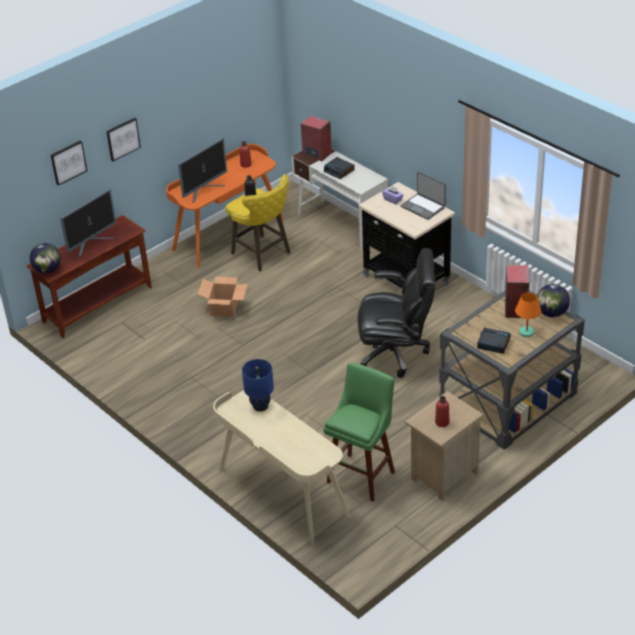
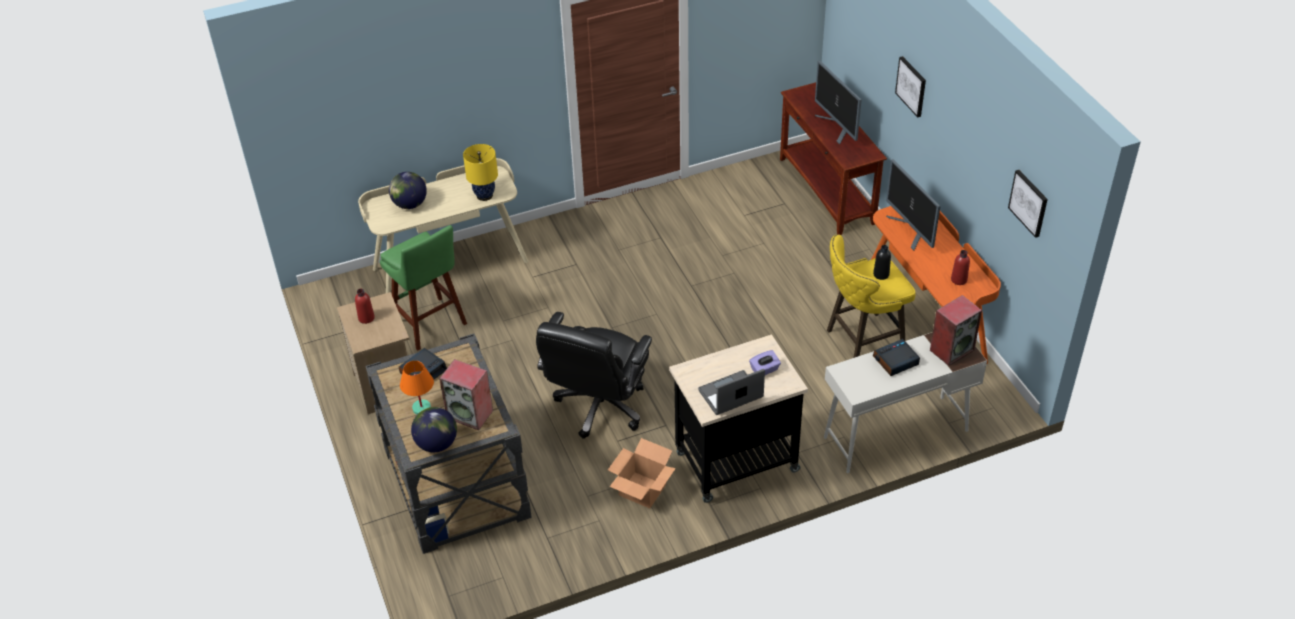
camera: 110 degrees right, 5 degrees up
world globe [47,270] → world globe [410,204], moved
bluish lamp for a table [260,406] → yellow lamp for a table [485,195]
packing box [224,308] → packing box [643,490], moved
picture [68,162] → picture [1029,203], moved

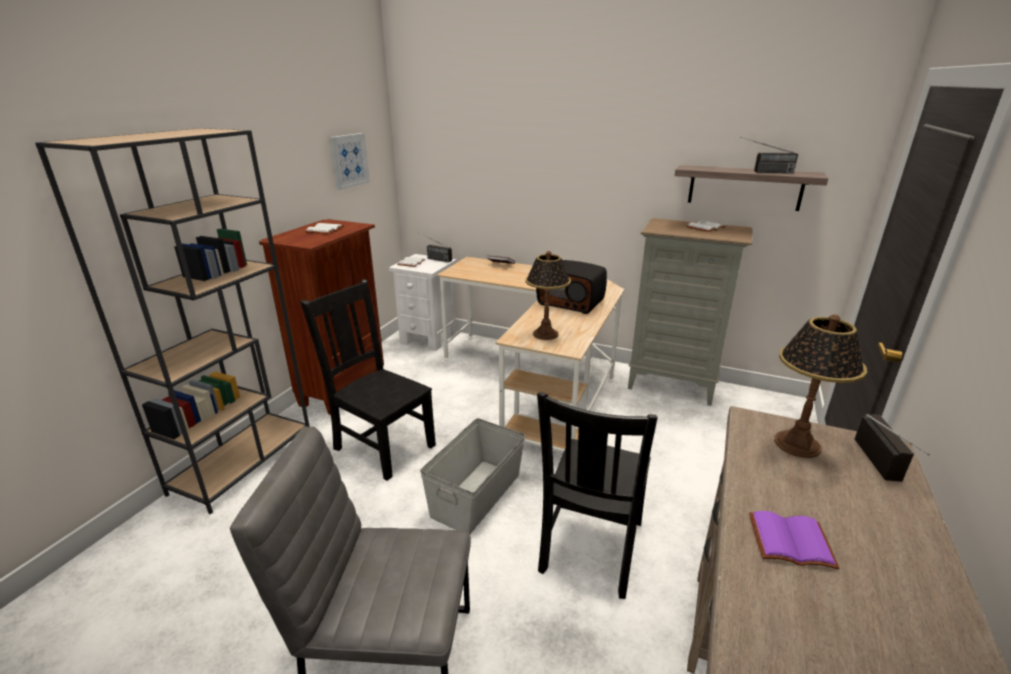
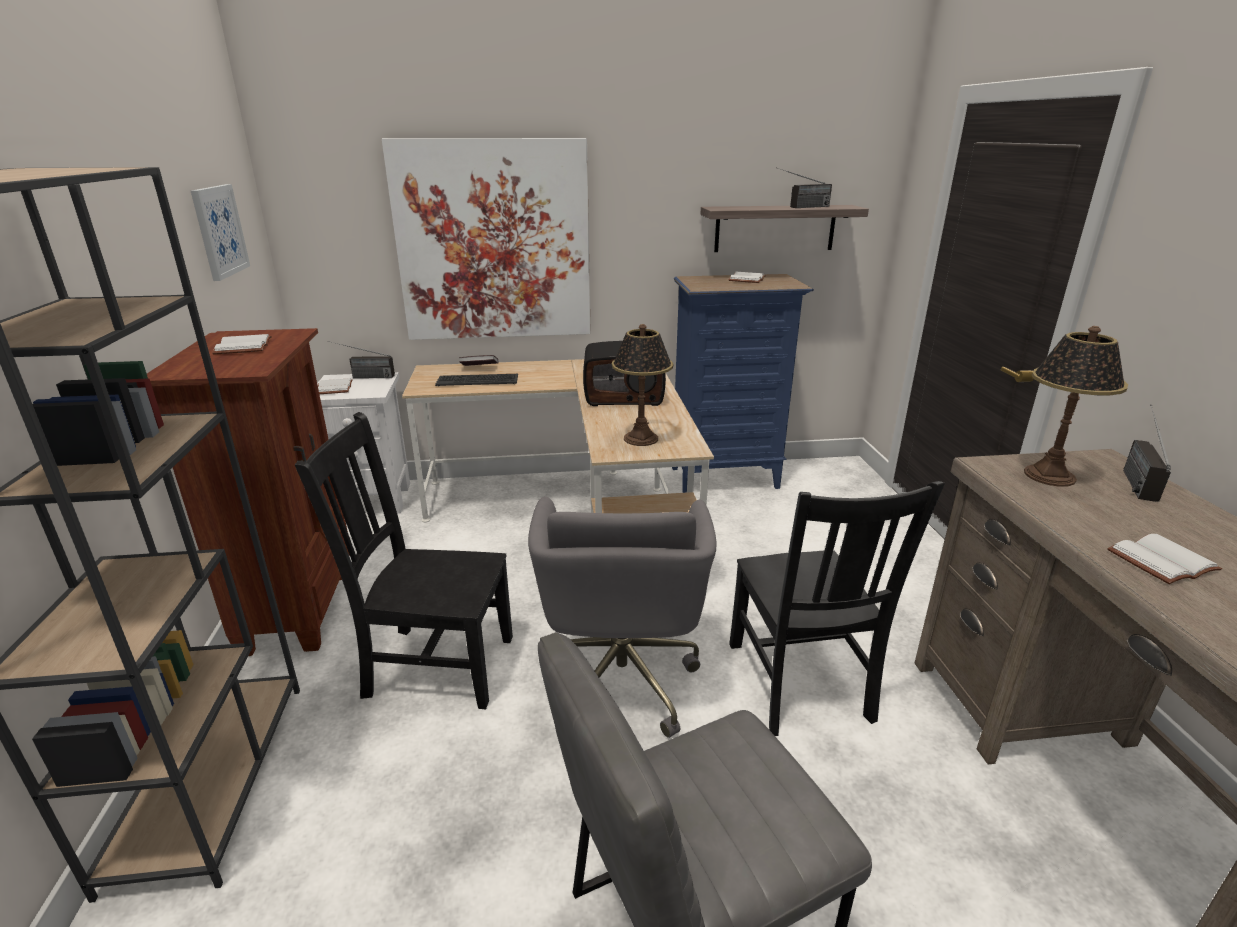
camera: 30 degrees left, 0 degrees up
- → picture [494,242]
- → computer keyboard [477,380]
greyish storage bin [475,495] → greyish office chair [621,678]
greyish dresser [673,386] → bluish dresser [727,479]
purplish volume [790,543] → white-coloured volume [1163,563]
radio receiver [887,471] → radio receiver [1133,477], 135 degrees counterclockwise

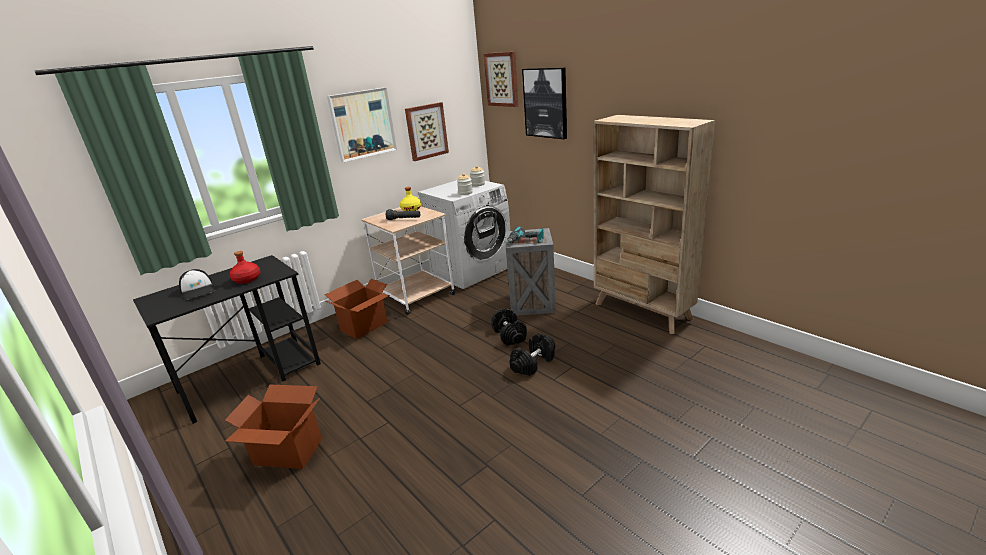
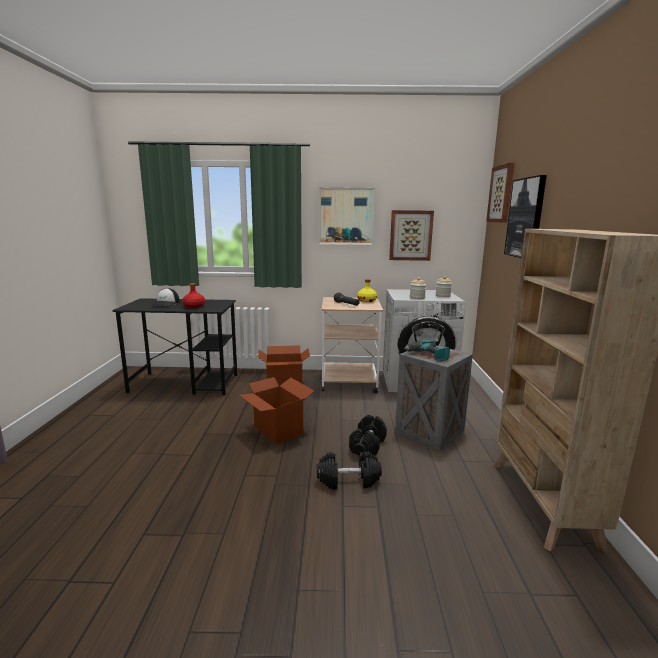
camera: 40 degrees right, 10 degrees down
packing box [288,453] → packing box [277,430], moved

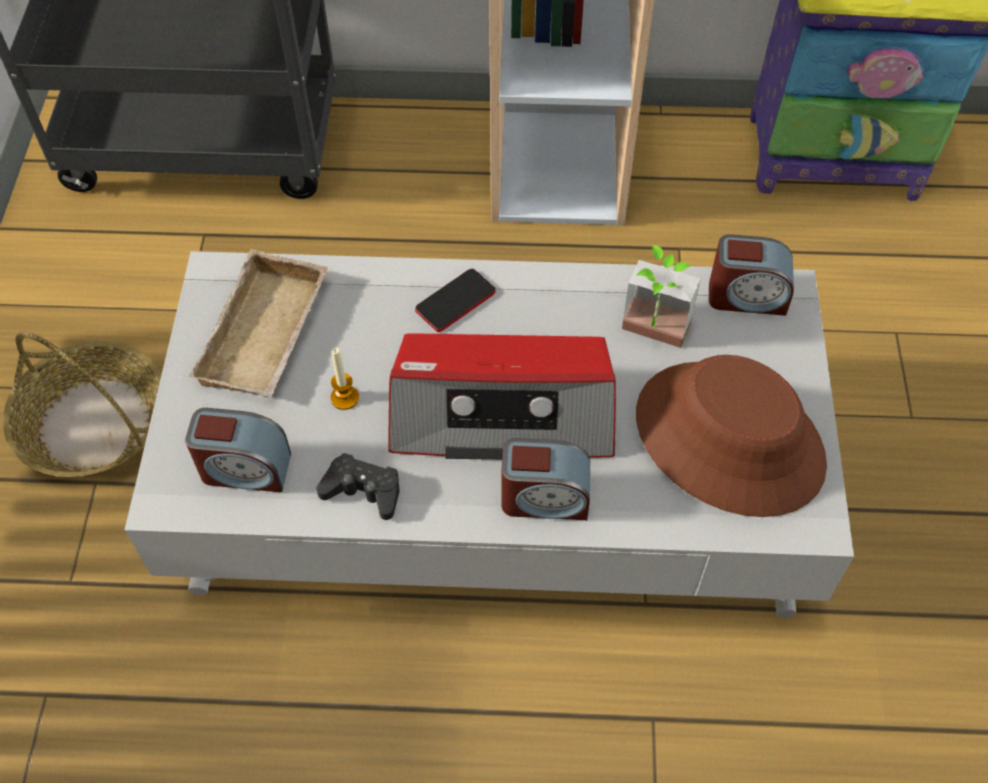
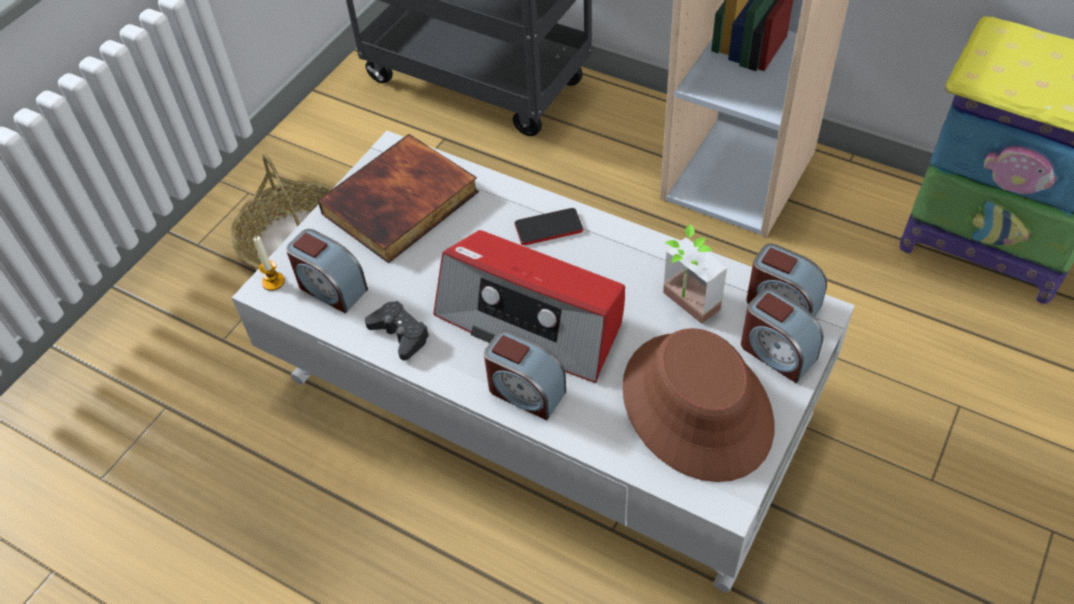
camera: 30 degrees right, 5 degrees down
candle [344,398] → candle [273,282], moved
beige serving tray [267,336] → volume [401,205]
- → bedside clock [776,352]

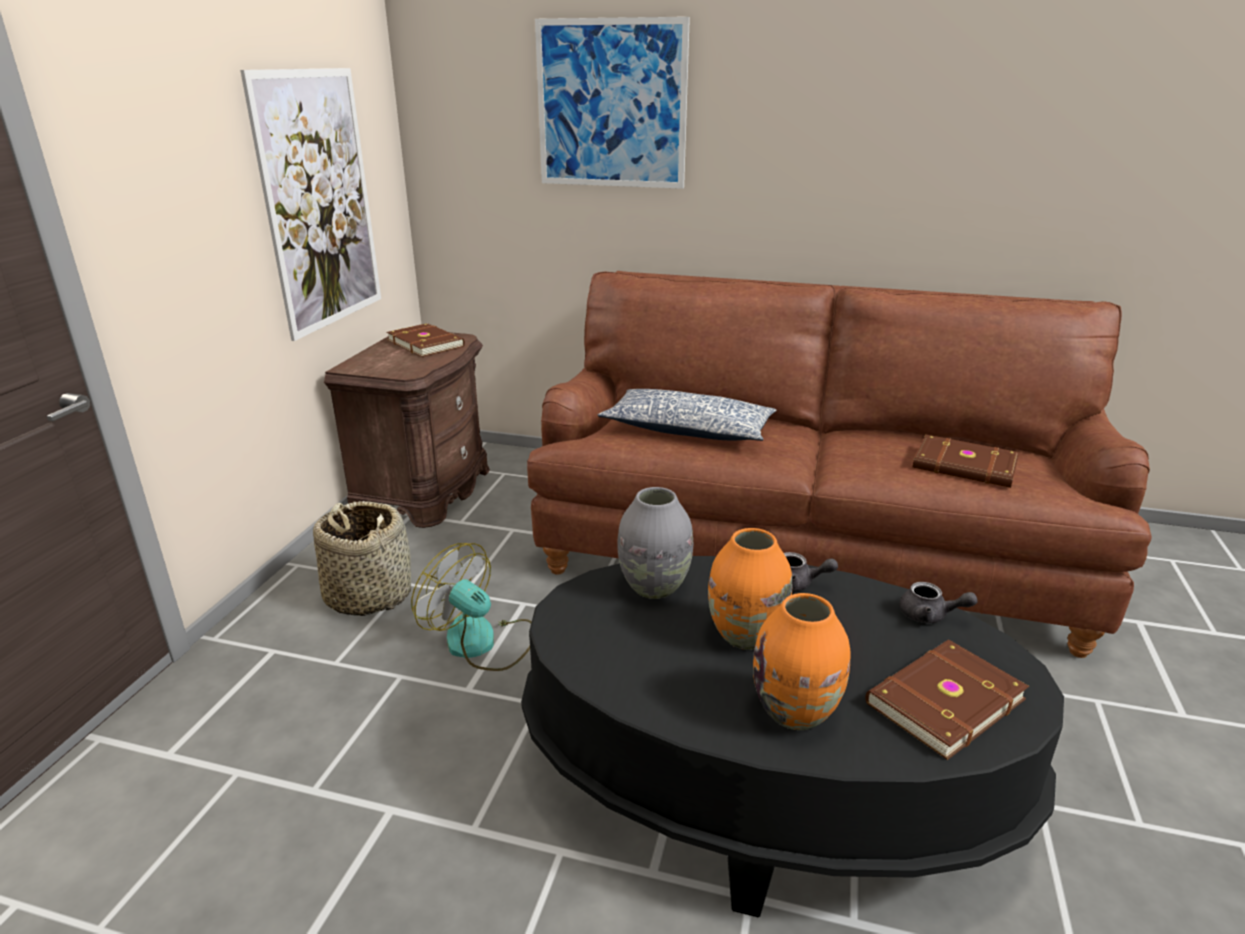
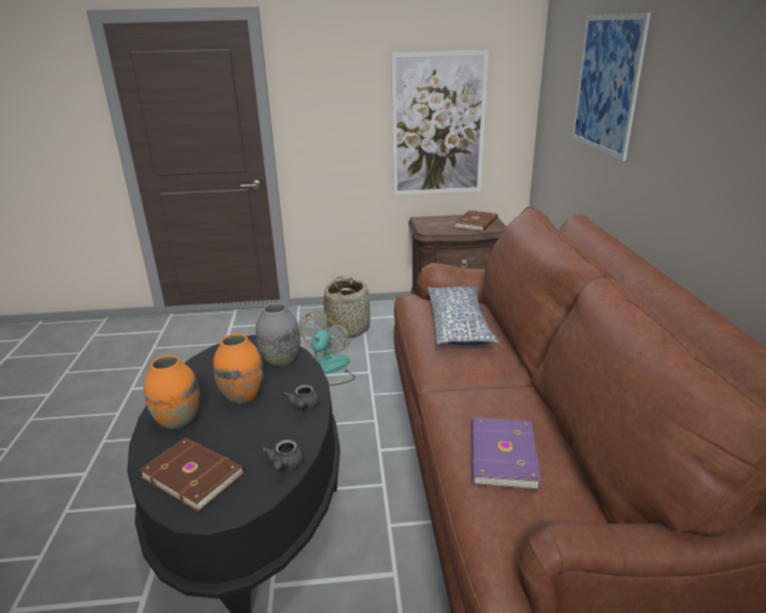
camera: 70 degrees right, 0 degrees up
brown-coloured volume [965,466] → purplish volume [501,456]

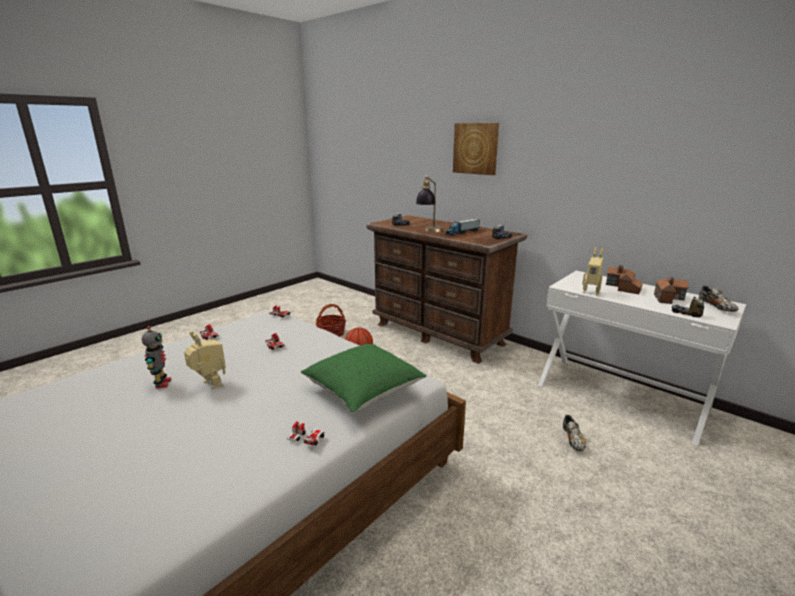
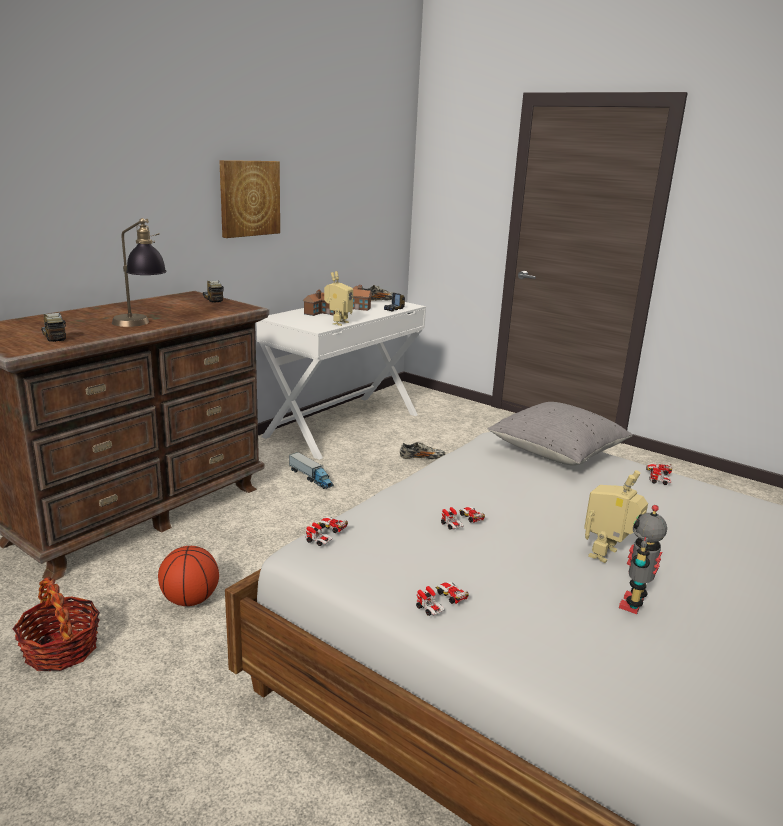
camera: 95 degrees left, 0 degrees up
picture [476,148] → picture [249,198], moved
toy truck [462,232] → toy truck [311,478], moved
greenish cushion [363,391] → greyish cushion [557,453]
model robot [161,384] → model robot [634,605], 45 degrees counterclockwise

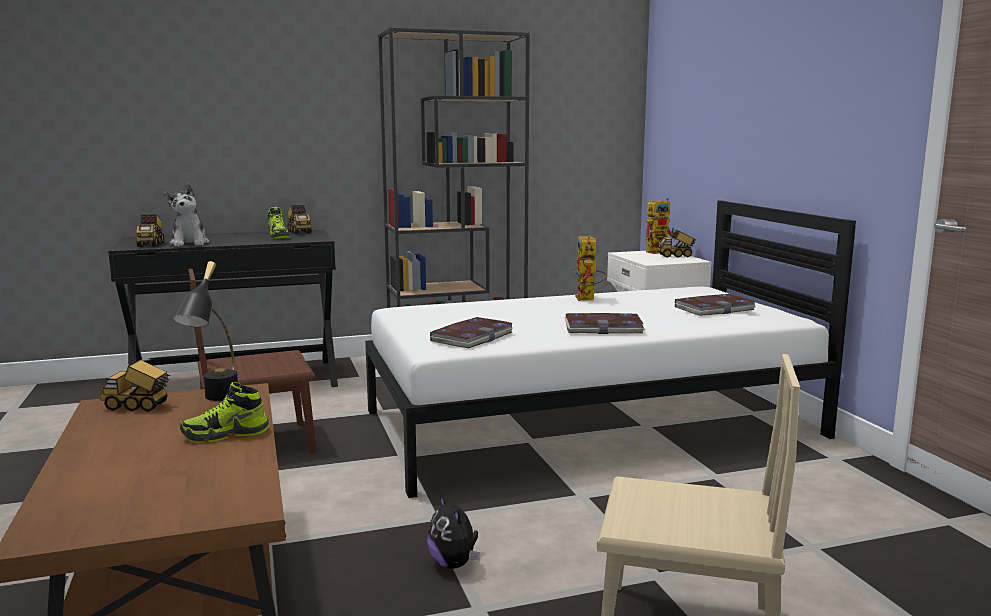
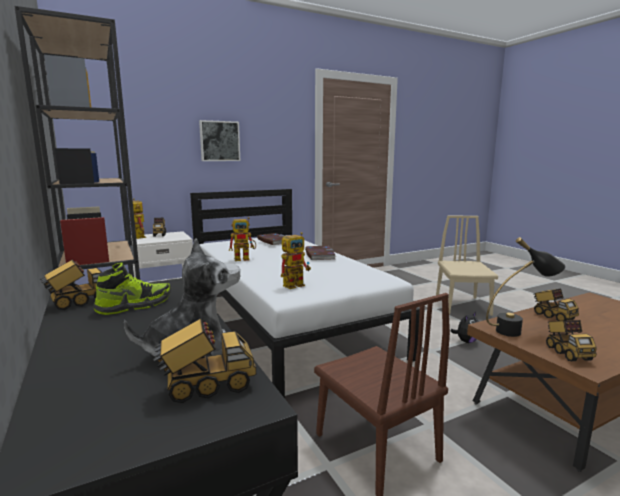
camera: 100 degrees left, 0 degrees up
- → picture [219,141]
- → model robot [296,284]
shoe [226,434] → toy truck [552,316]
volume [472,337] → -

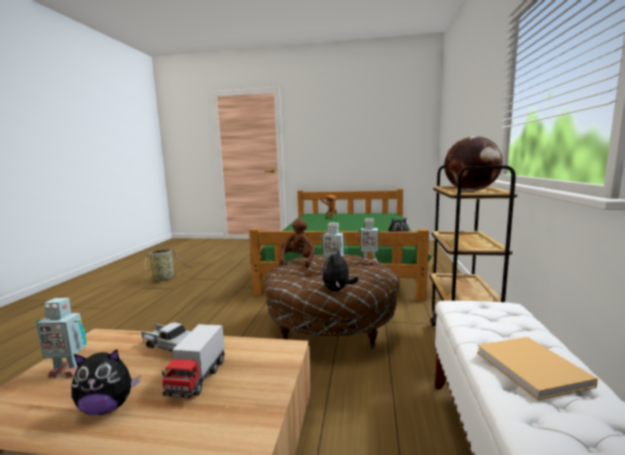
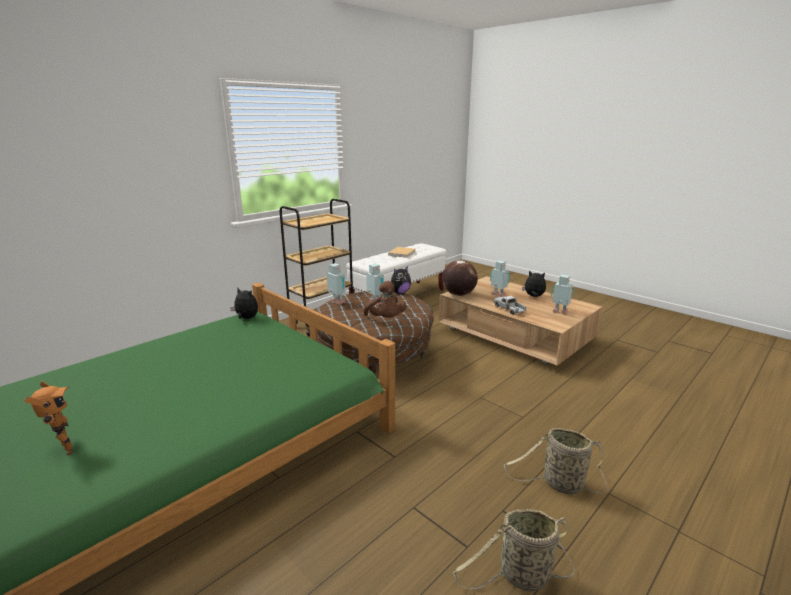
camera: 145 degrees left, 10 degrees up
brown-coloured cuddly toy [298,262] → brown-coloured cuddly toy [385,319], 75 degrees counterclockwise
world globe [471,191] → world globe [458,294], moved
toy truck [197,378] → model robot [498,295]
- → basket [559,484]

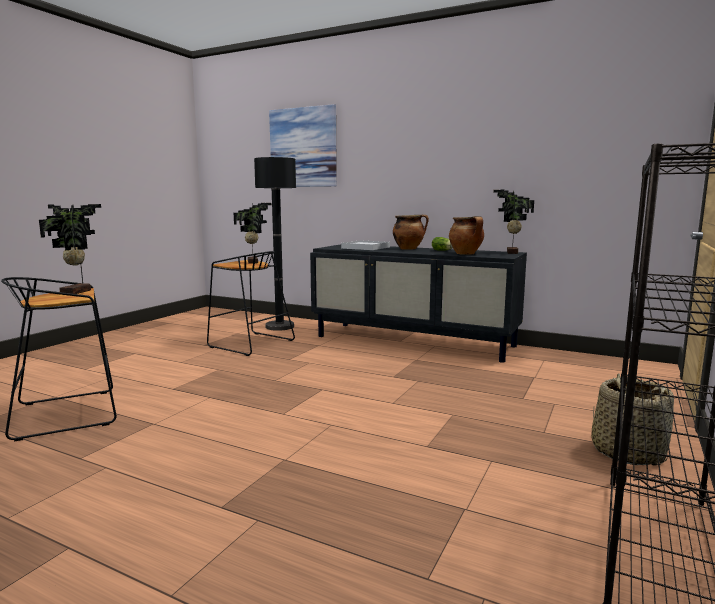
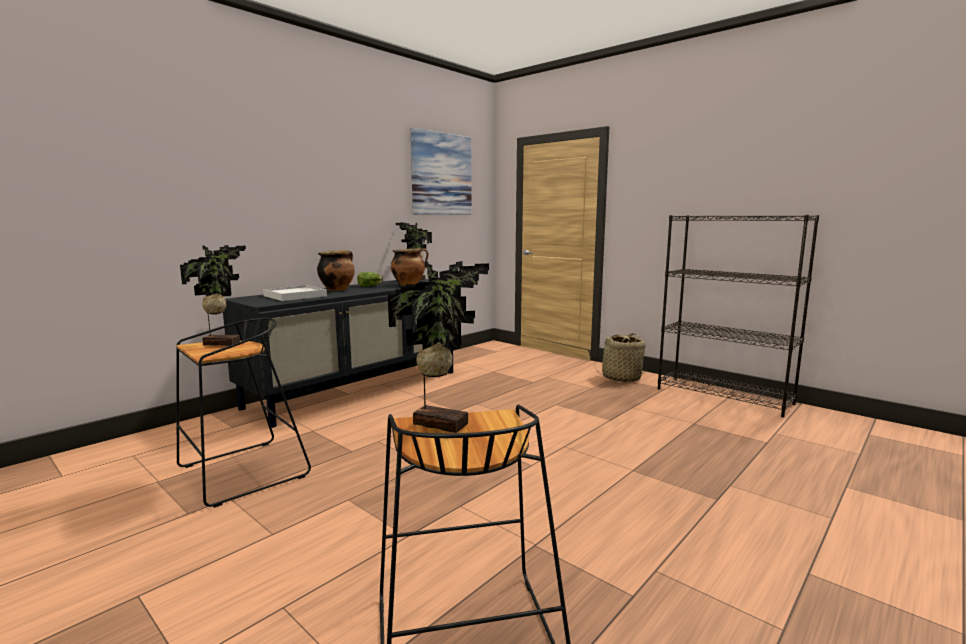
camera: 75 degrees left, 0 degrees up
picture [303,147] → picture [441,174], moved
black standard lamp [280,327] → -

